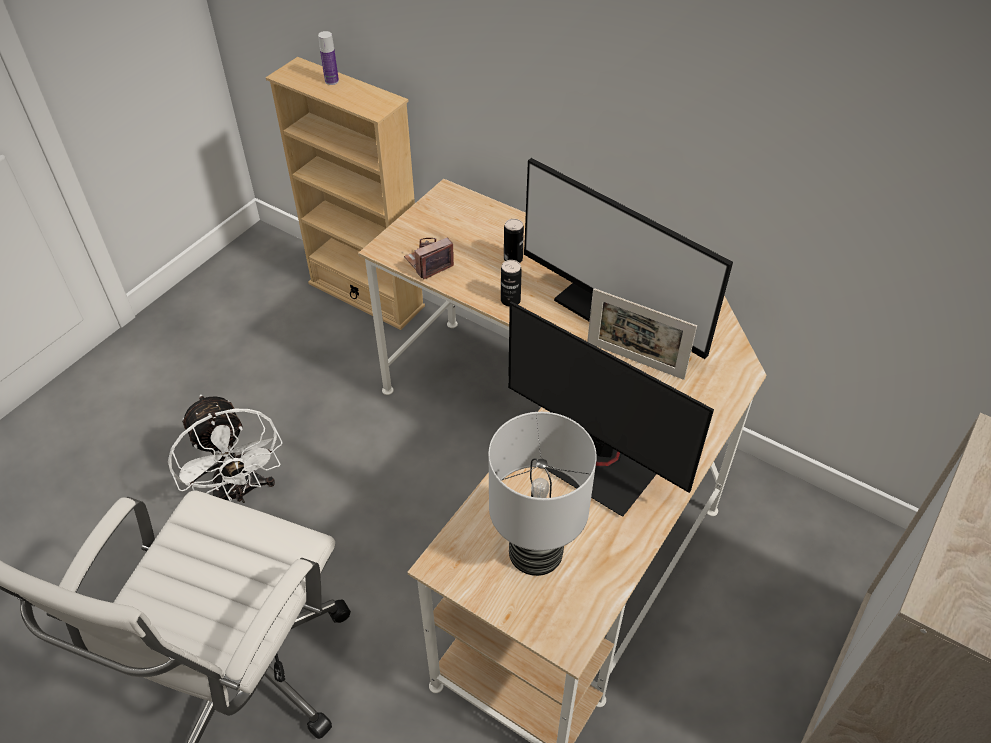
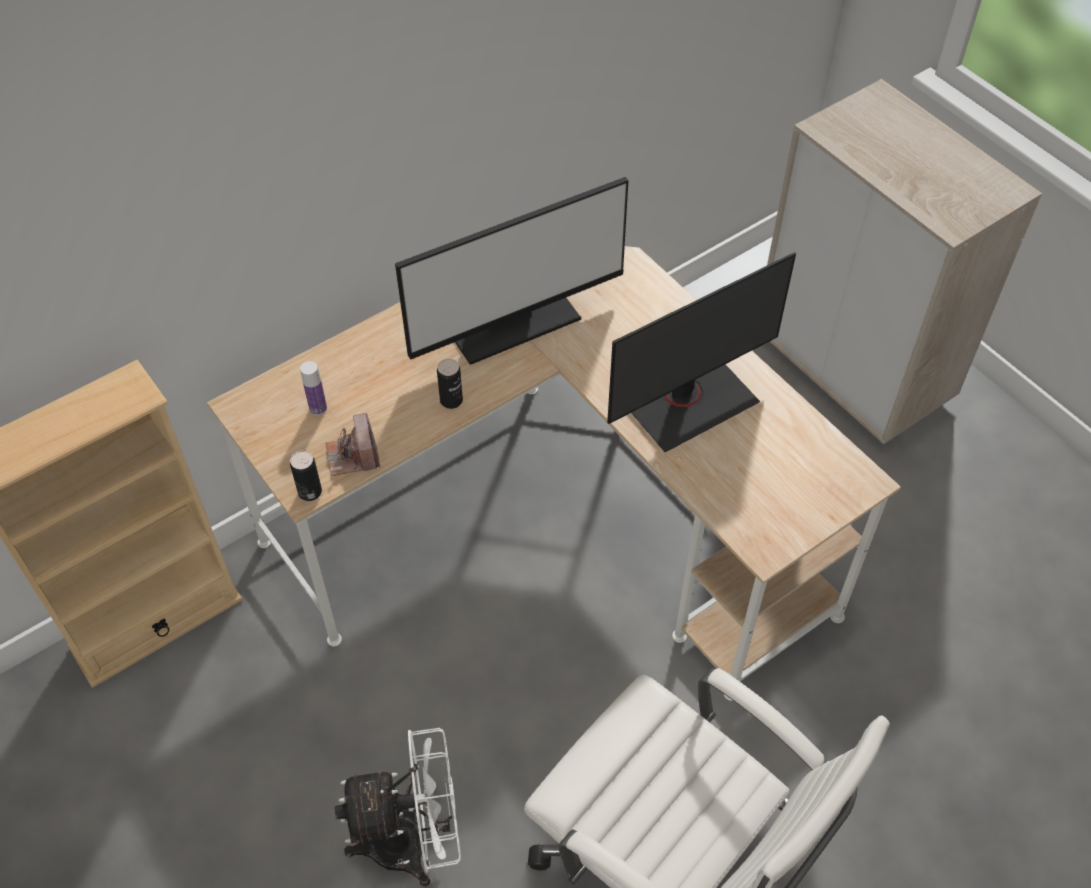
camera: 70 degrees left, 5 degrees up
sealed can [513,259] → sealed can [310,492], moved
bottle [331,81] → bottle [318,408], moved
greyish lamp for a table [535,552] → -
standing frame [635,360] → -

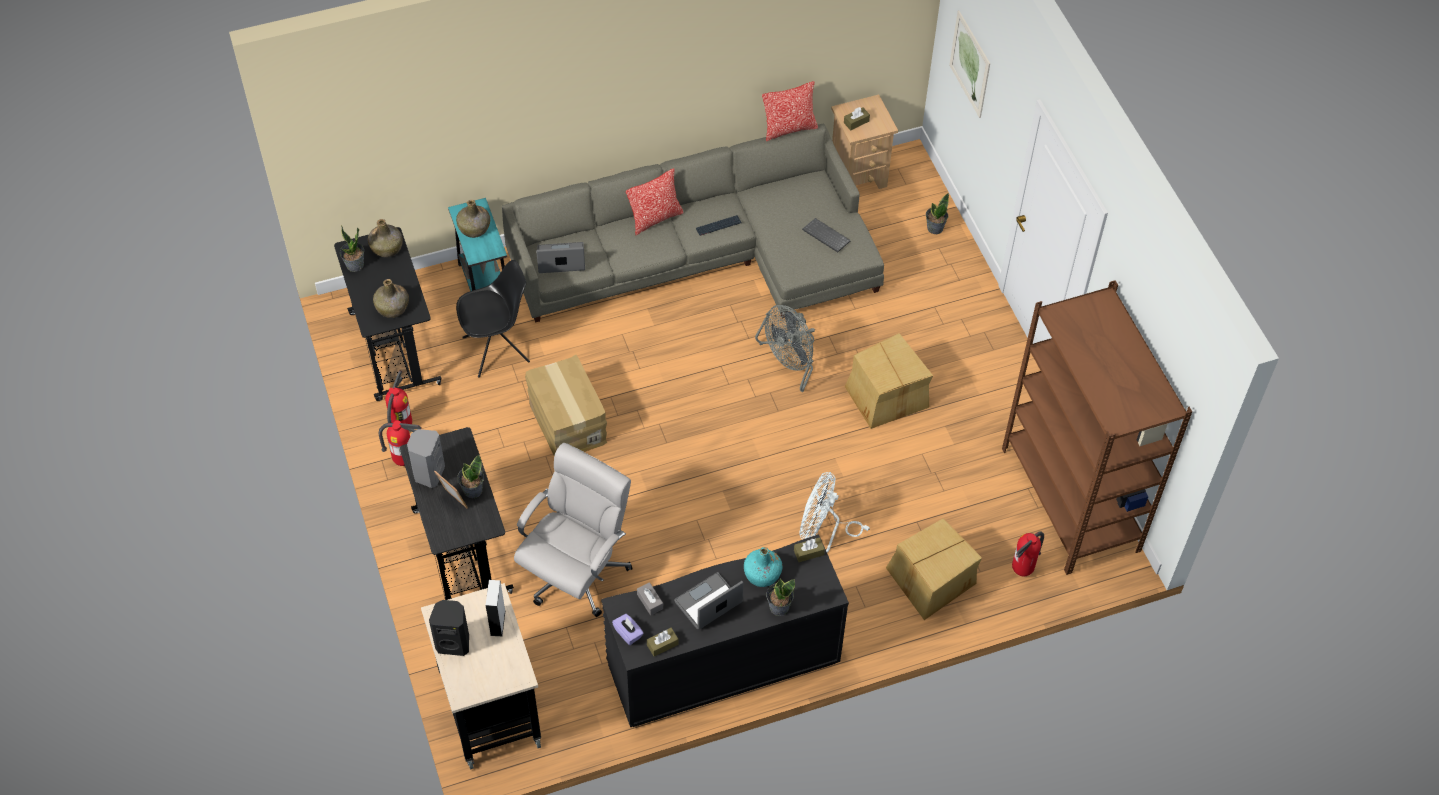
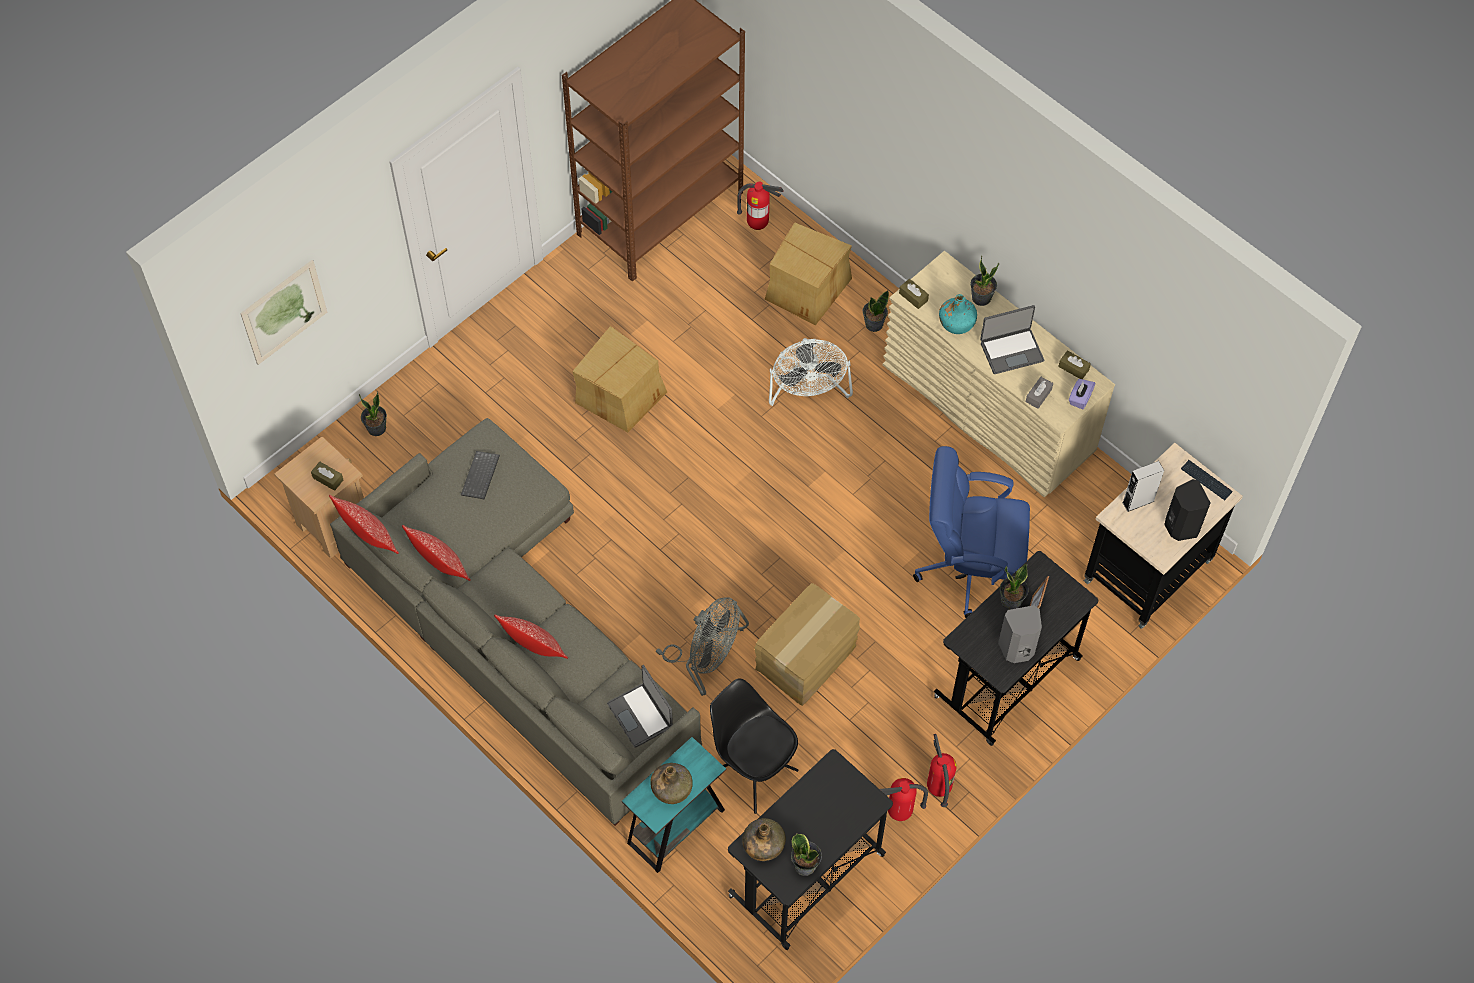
camera: 115 degrees left, 5 degrees up
- → cushion [440,566]
greyish cooling fan [791,358] → greyish cooling fan [706,656], moved
- → houseplant [873,324]
black dresser [722,664] → beige dresser [988,411]
greyish office chair [577,573] → bluish office chair [969,568]
notebook computer [709,603] → notebook computer [1011,350], 45 degrees counterclockwise
computer keyboard [718,226] → computer keyboard [1206,480], moved
greenish bottle [392,307] → -

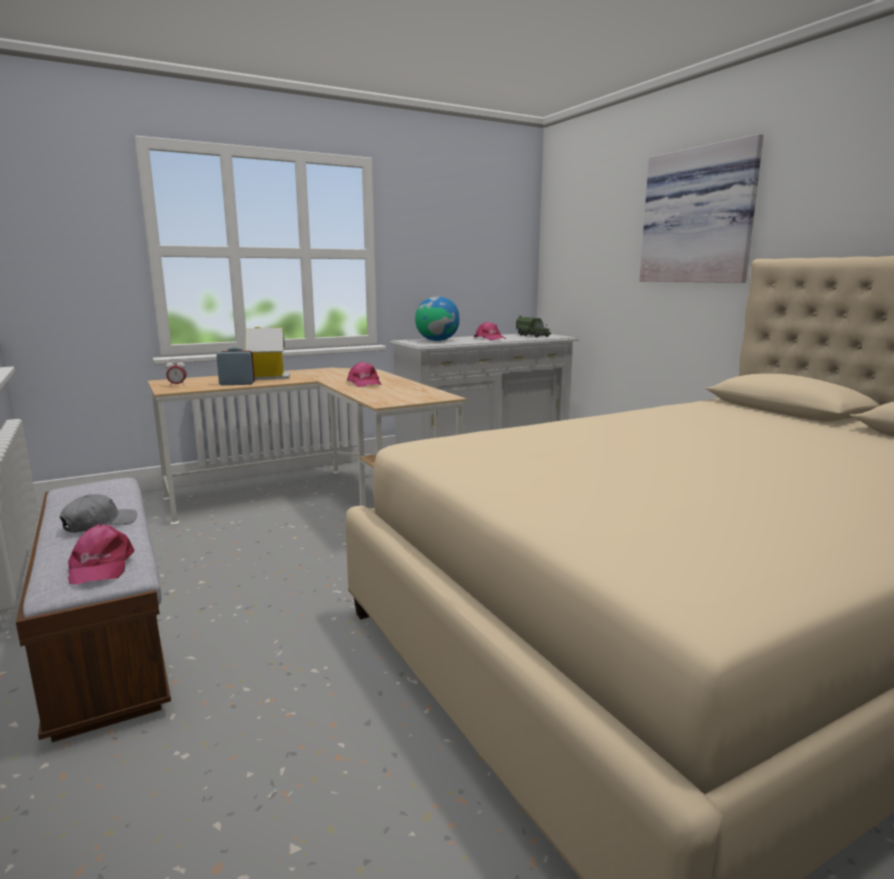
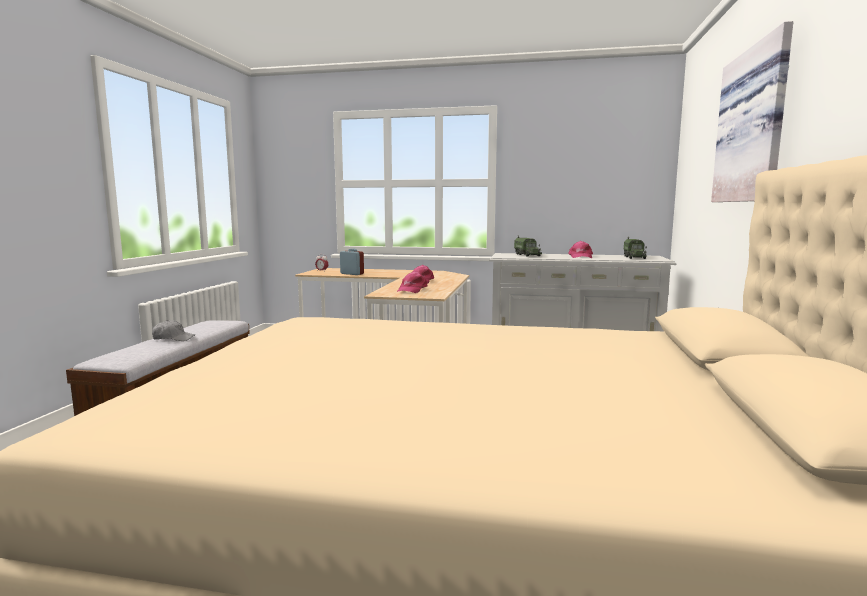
camera: 40 degrees right, 5 degrees down
pinkish peaked cap [100,566] → pinkish peaked cap [412,290], moved
world globe [437,340] → toy truck [527,255]
toy house [269,377] → -

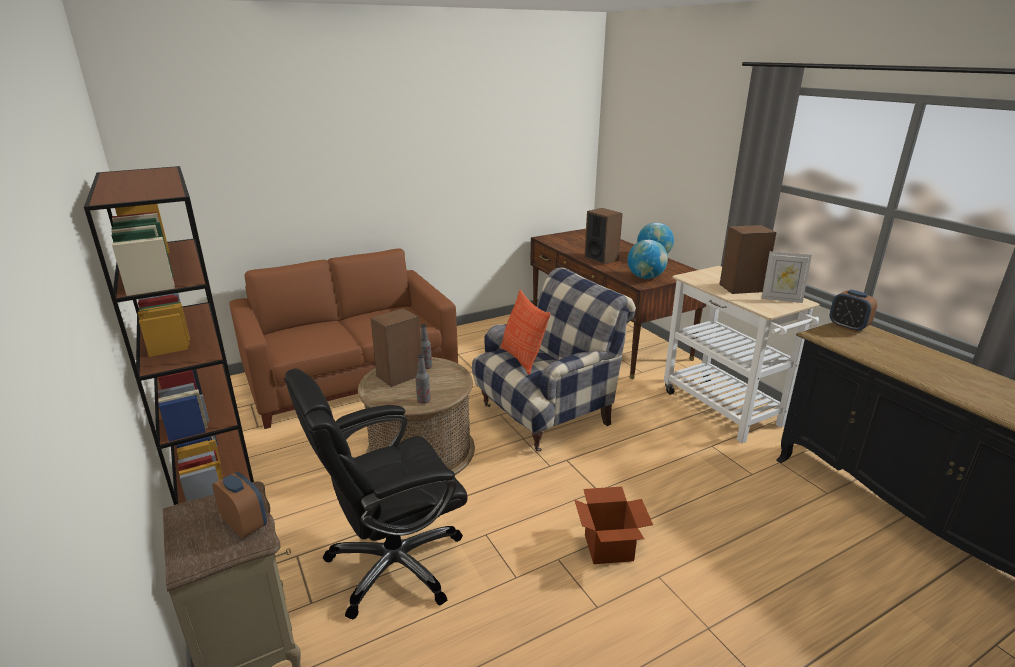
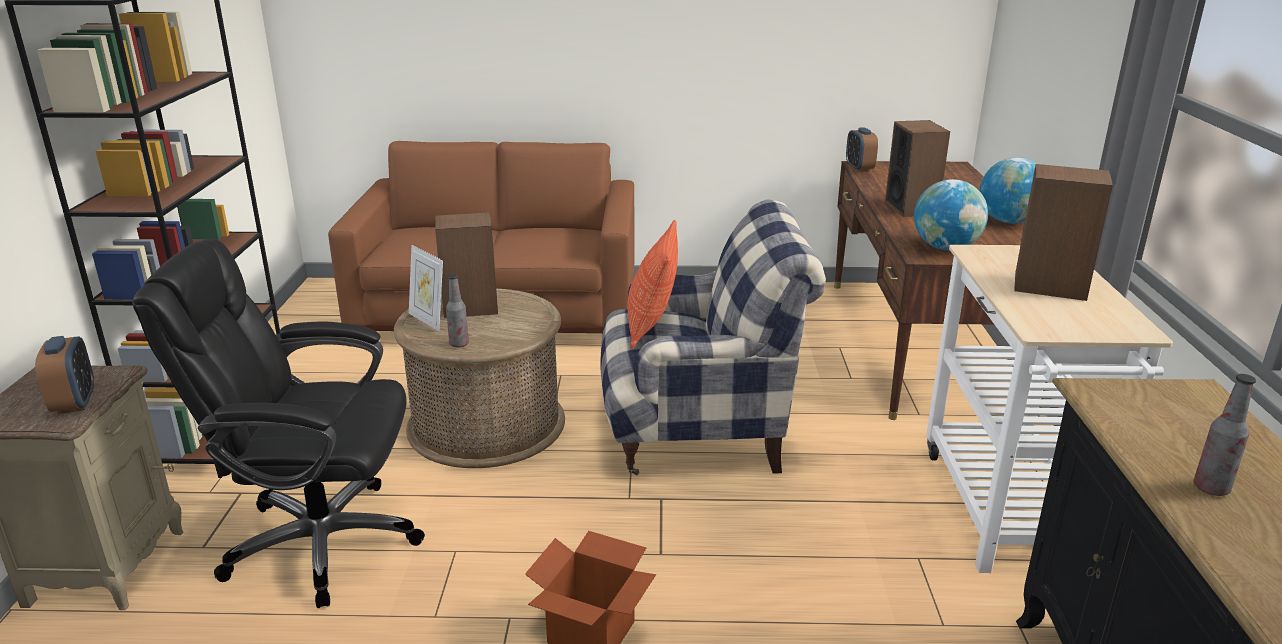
camera: 30 degrees right, 0 degrees up
standing frame [781,299] → standing frame [428,320], moved
bedside clock [848,327] → bedside clock [859,168], moved
bottle [426,367] → bottle [1211,488], moved

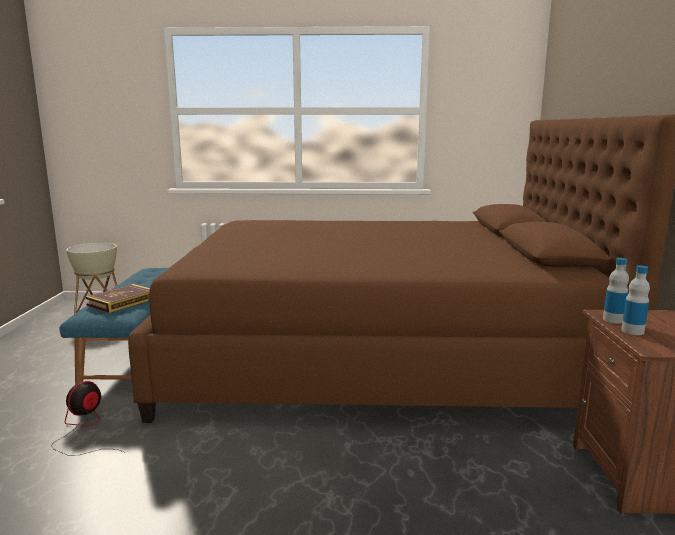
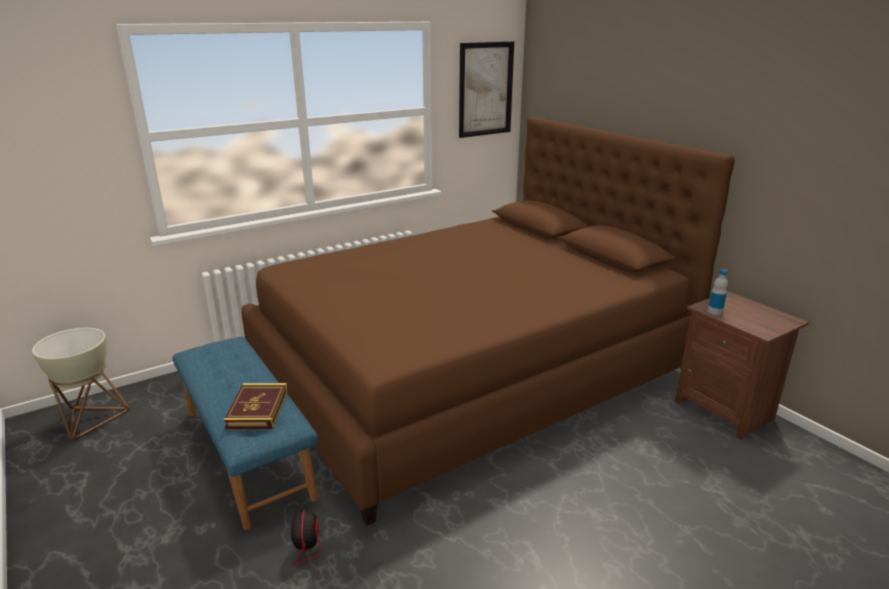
camera: 35 degrees left, 10 degrees up
- → picture [485,89]
bottle [632,331] → -

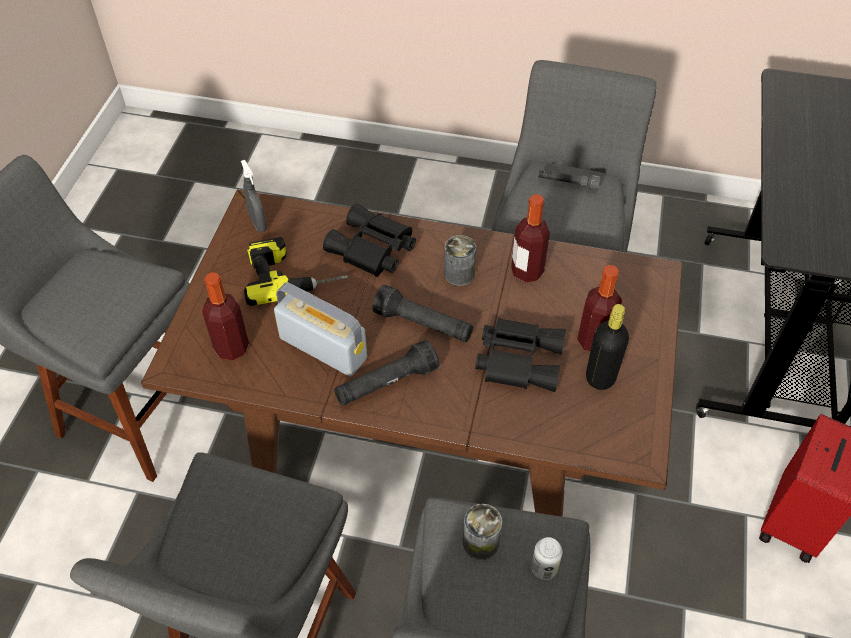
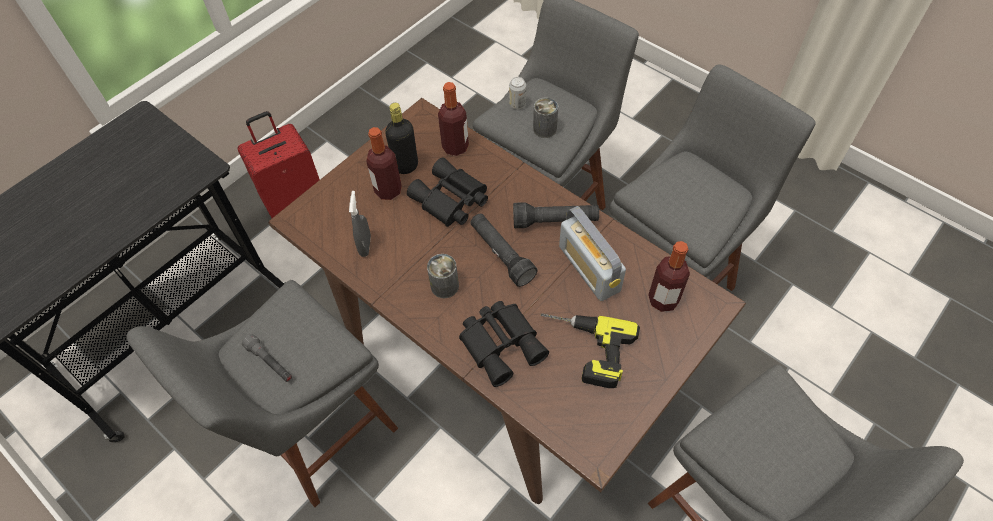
camera: 150 degrees left, 5 degrees up
greyish spray bottle [258,223] → greyish spray bottle [365,246], moved
bottle [527,271] → bottle [455,147], moved

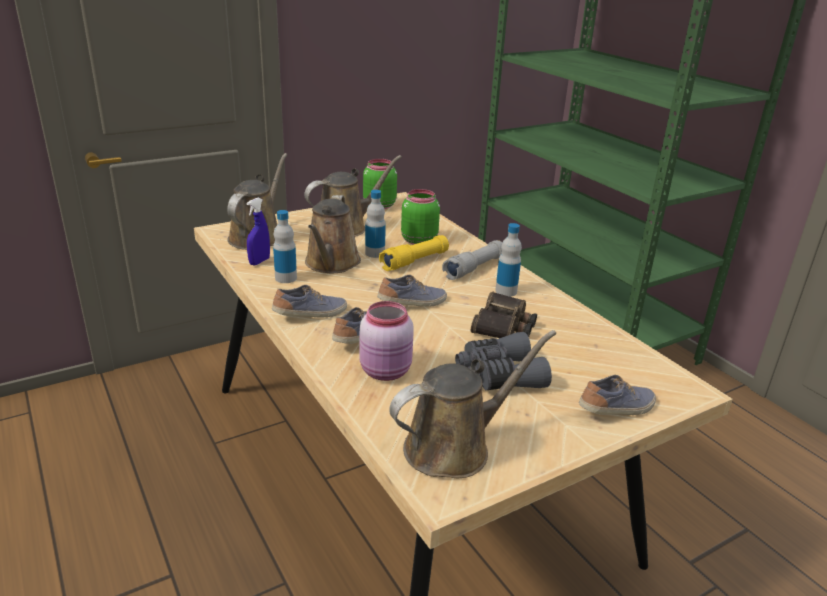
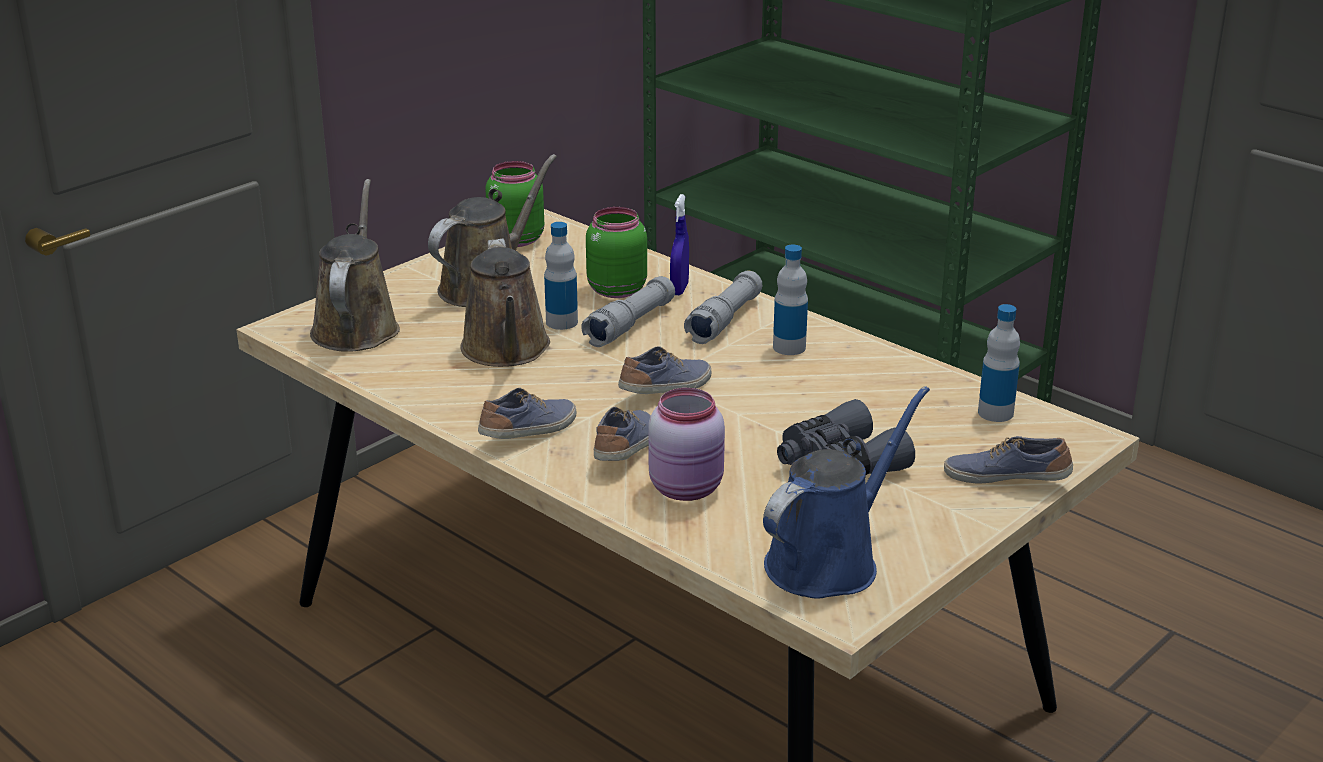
camera: 15 degrees left, 0 degrees up
yellow flashlight [414,261] → greyish flashlight [630,324]
bluish spray bottle [259,261] → bluish spray bottle [679,289], moved
brown-coloured watering can [454,447] → bluish watering can [829,561]
shoe [617,410] → shoe [1006,478], 120 degrees counterclockwise
bottle [286,278] → bottle [995,413], moved
field glasses [504,325] → -

